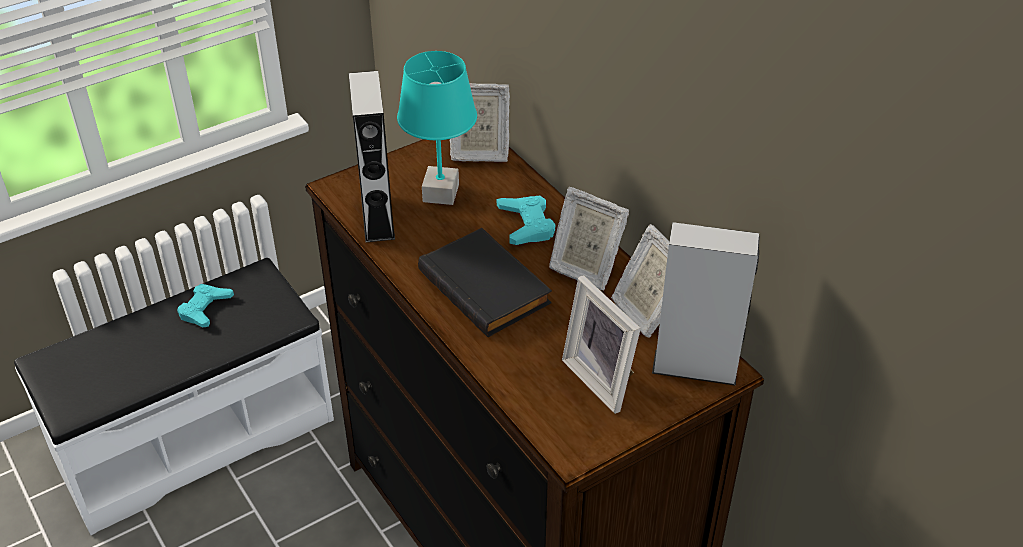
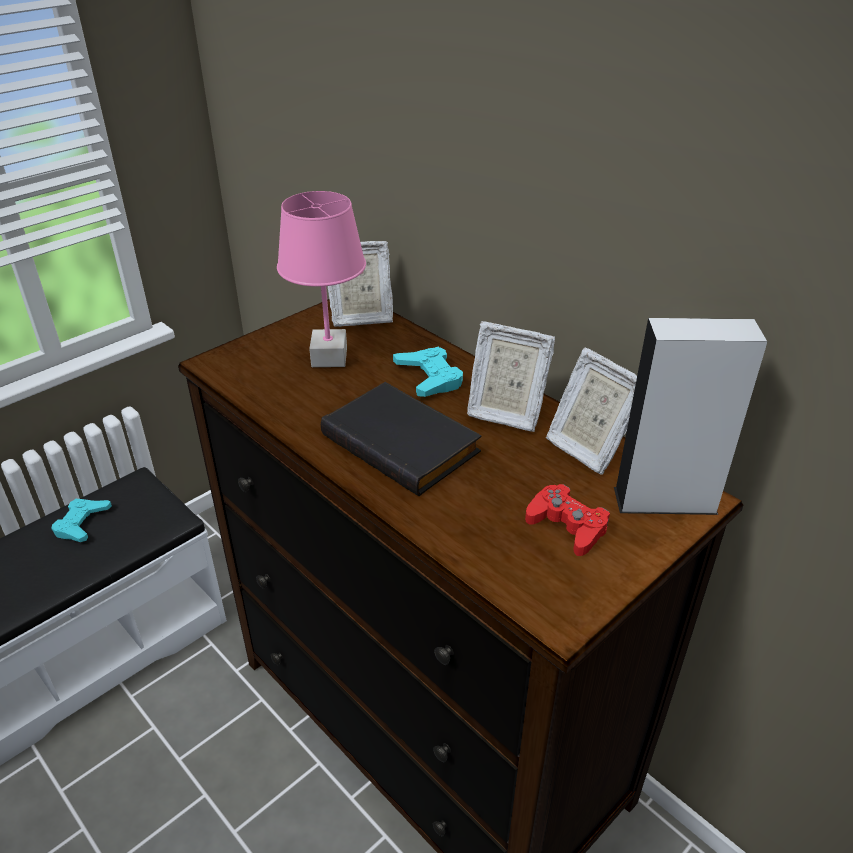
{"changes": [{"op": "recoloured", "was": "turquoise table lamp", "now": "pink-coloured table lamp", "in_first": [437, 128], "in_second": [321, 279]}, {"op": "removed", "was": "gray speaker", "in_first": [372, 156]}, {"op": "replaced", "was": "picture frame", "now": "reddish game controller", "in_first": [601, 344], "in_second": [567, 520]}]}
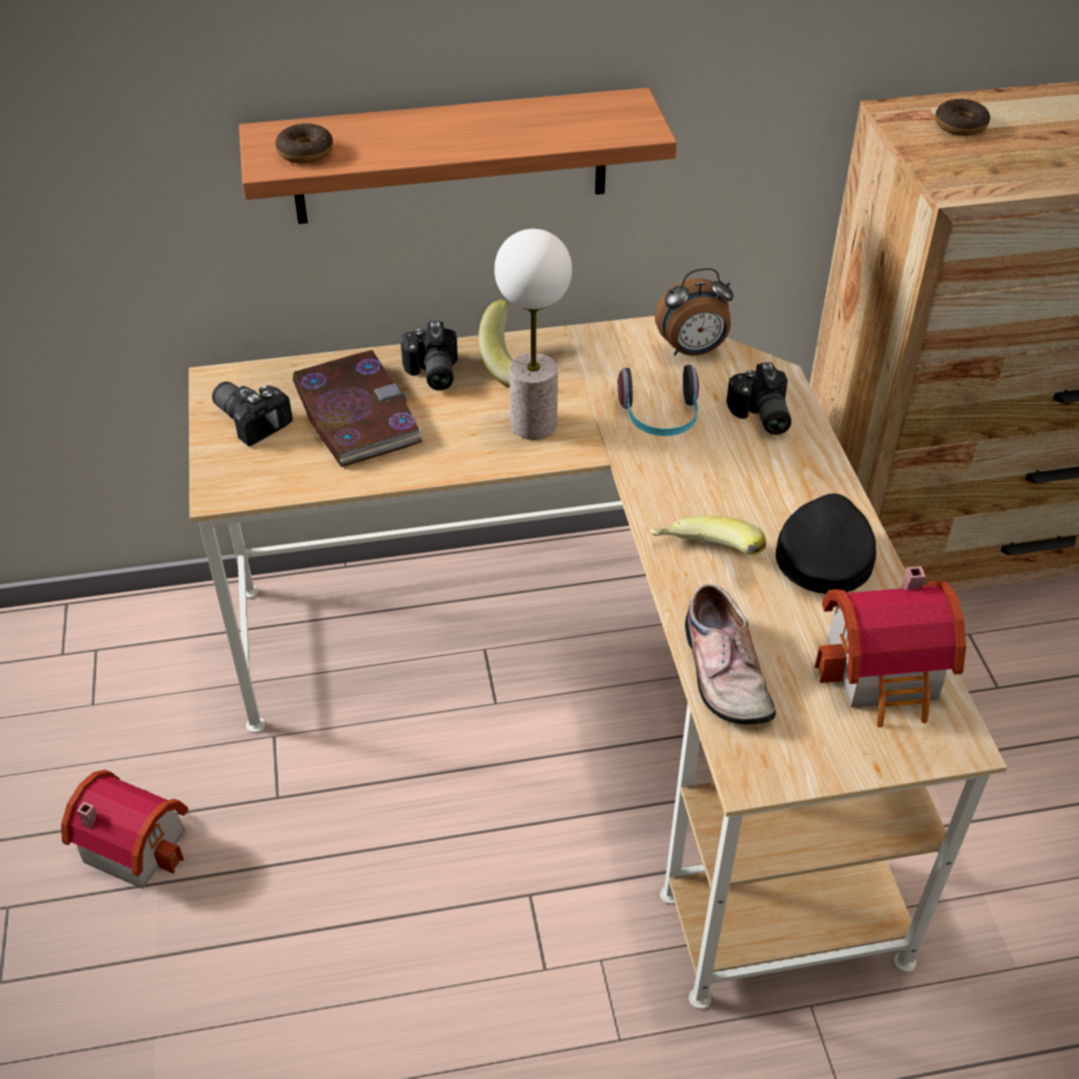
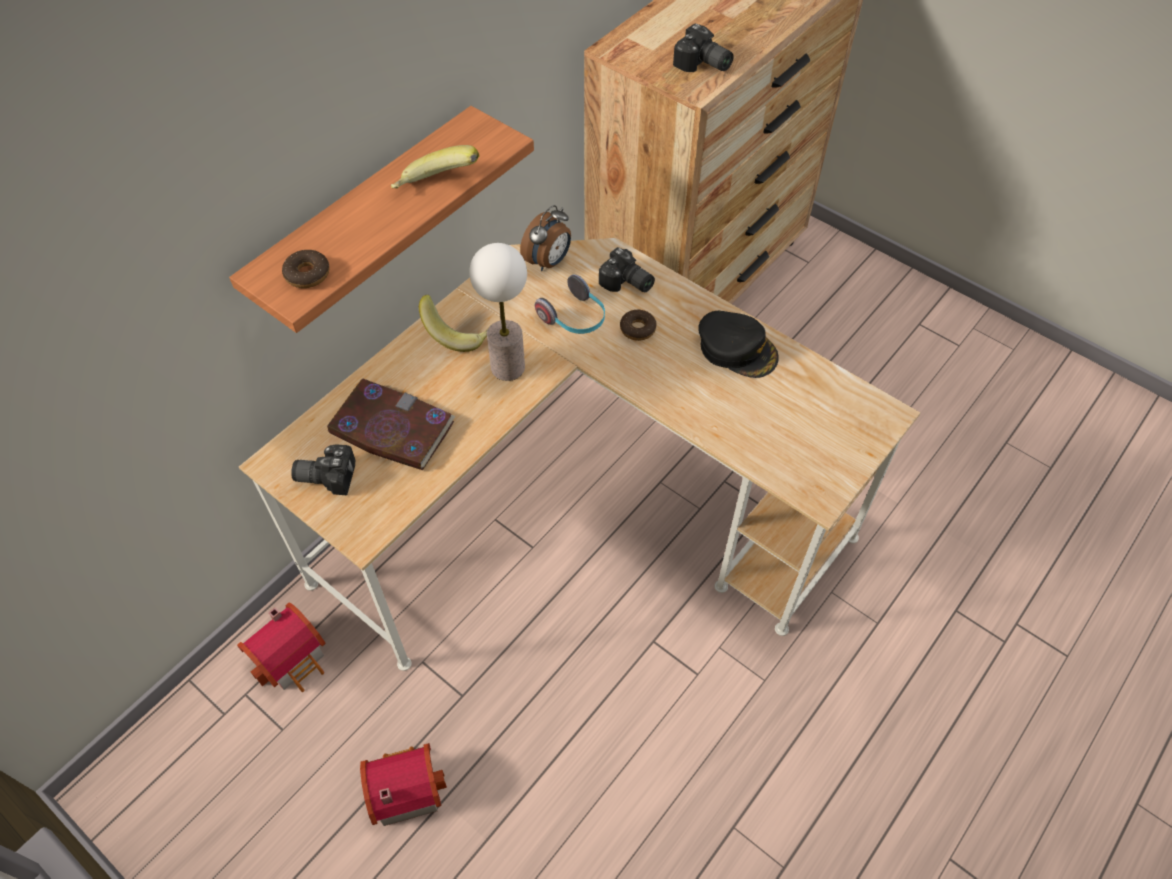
{"changes": [{"op": "moved", "was": "ring doughnut", "in_first": [962, 117], "in_second": [638, 325]}, {"op": "moved", "was": "photo camera", "in_first": [429, 356], "in_second": [703, 47]}, {"op": "turned", "was": "black baseball cap", "in_first": [826, 543], "in_second": [738, 344], "clockwise": 150}, {"op": "moved", "was": "banana", "in_first": [708, 535], "in_second": [435, 167]}, {"op": "moved", "was": "toy house", "in_first": [890, 647], "in_second": [281, 647]}, {"op": "removed", "was": "low shoe", "in_first": [730, 654]}]}
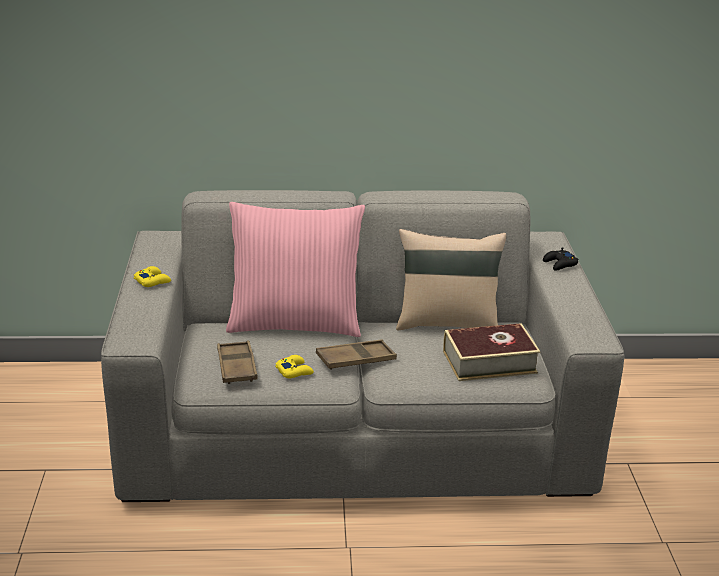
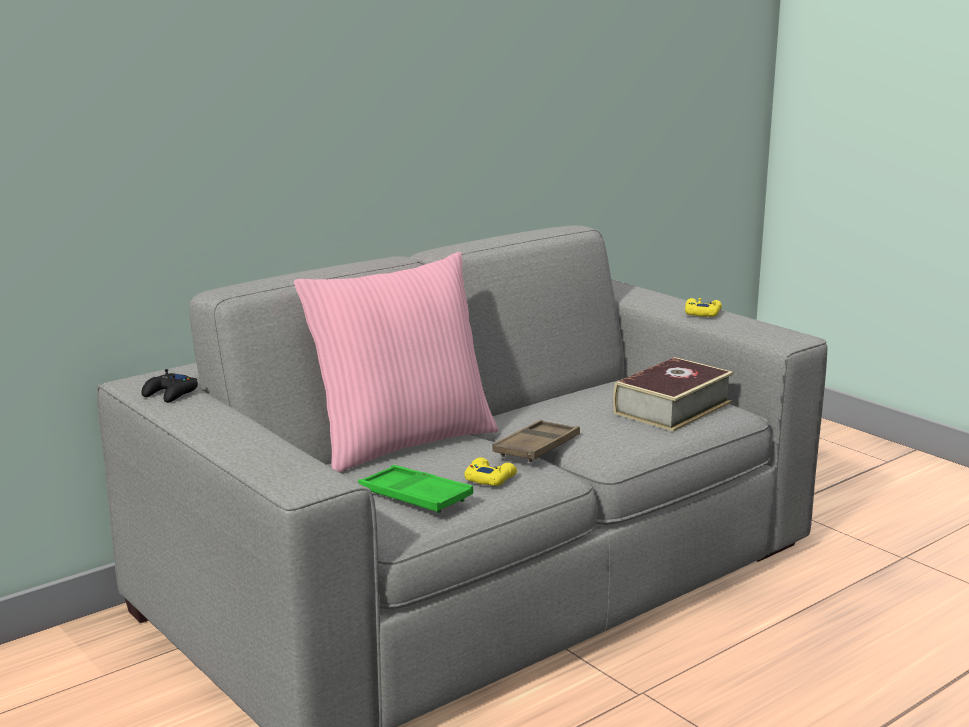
{"changes": [{"op": "removed", "was": "beige cushion", "in_first": [451, 279]}, {"op": "moved", "was": "black game controller", "in_first": [561, 259], "in_second": [169, 386]}, {"op": "moved", "was": "yellow-coloured game controller", "in_first": [152, 276], "in_second": [703, 307]}, {"op": "recoloured", "was": "brown-coloured tray", "now": "green-coloured tray", "in_first": [237, 362], "in_second": [415, 489]}]}
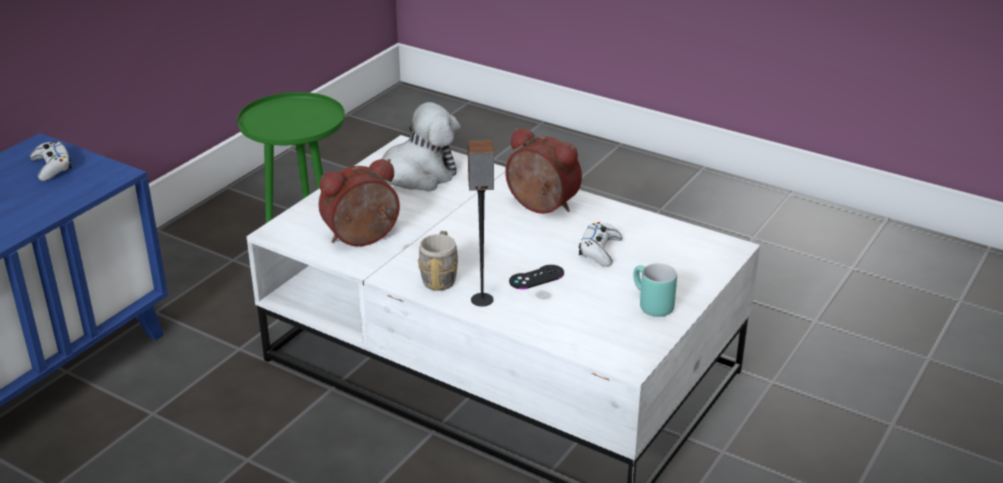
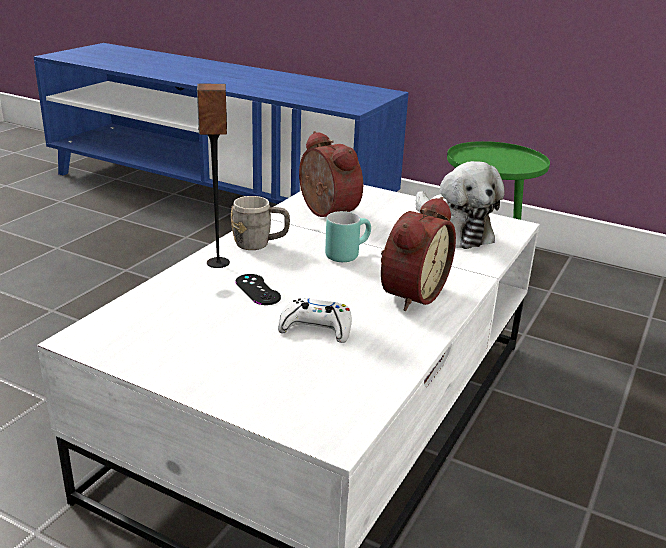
{"changes": [{"op": "removed", "was": "white game controller", "in_first": [51, 161]}, {"op": "moved", "was": "turquoise coffee mug", "in_first": [655, 290], "in_second": [348, 236]}]}
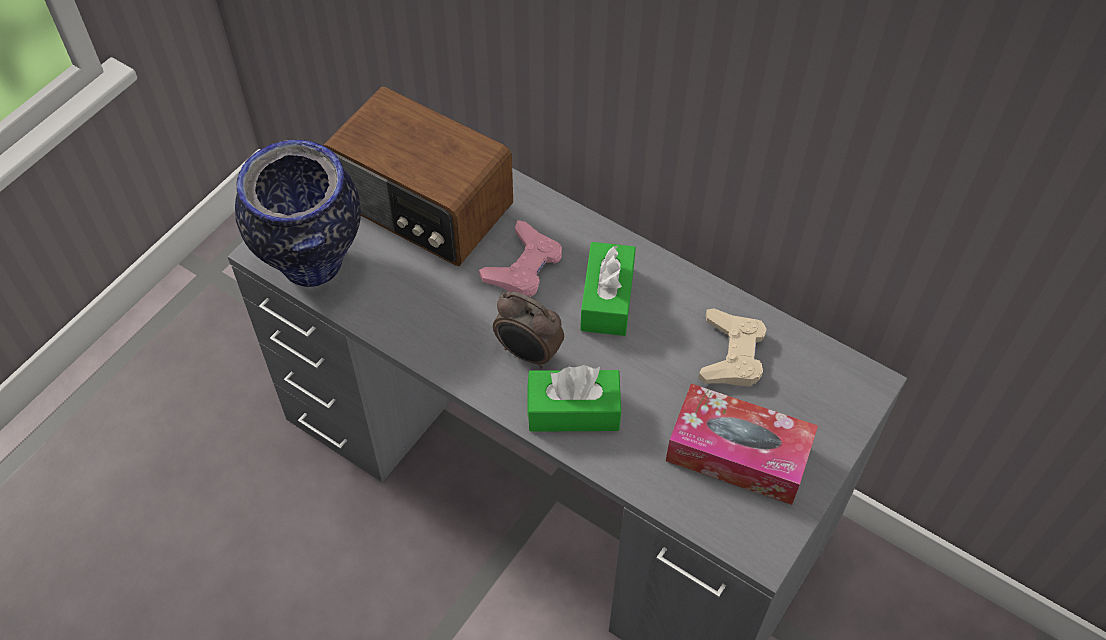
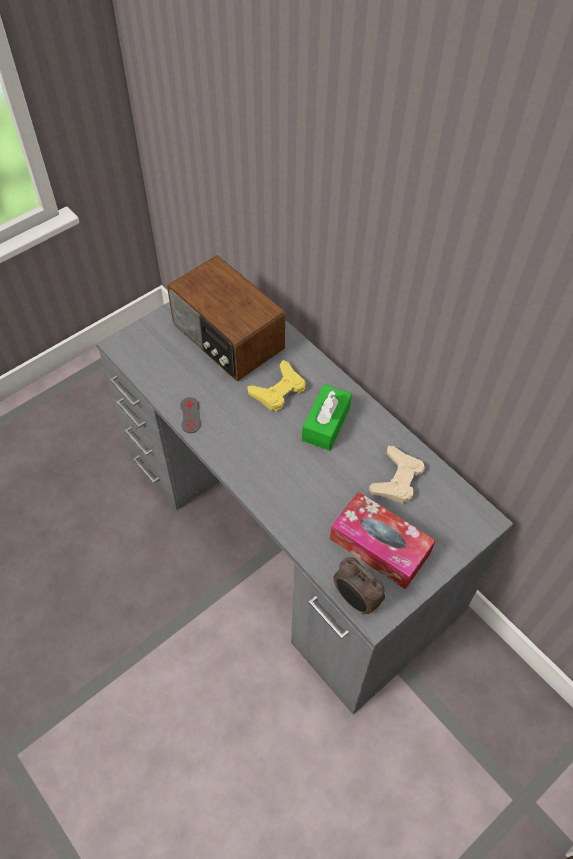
{"changes": [{"op": "removed", "was": "vase", "in_first": [298, 213]}, {"op": "recoloured", "was": "pink-coloured game controller", "now": "yellow-coloured game controller", "in_first": [520, 258], "in_second": [276, 385]}, {"op": "moved", "was": "bedside clock", "in_first": [528, 330], "in_second": [359, 586]}, {"op": "removed", "was": "green-coloured tissue holder", "in_first": [574, 398]}, {"op": "added", "now": "gray game controller", "in_second": [190, 415]}]}
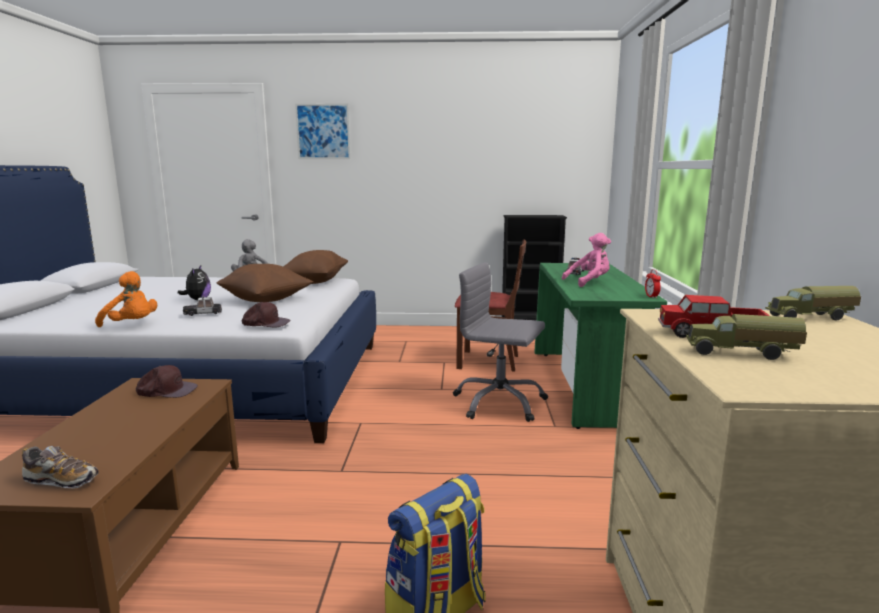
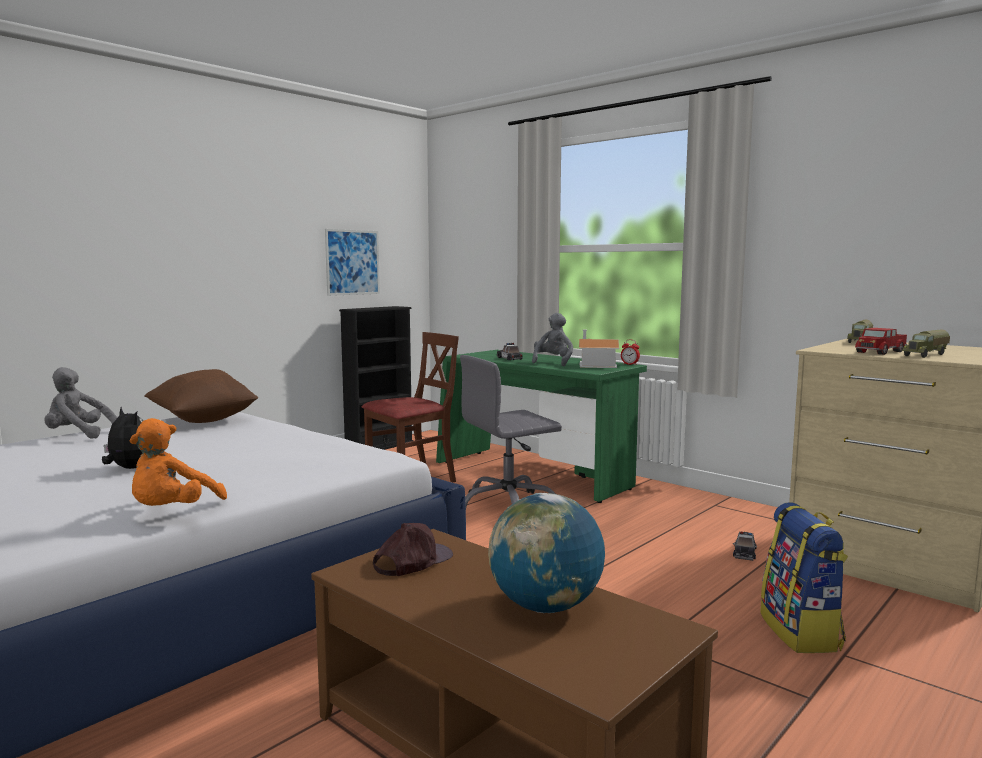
{"changes": [{"op": "moved", "was": "picture", "in_first": [323, 131], "in_second": [352, 262]}, {"op": "recoloured", "was": "pink-coloured plush toy", "now": "gray plush toy", "in_first": [586, 260], "in_second": [552, 339]}, {"op": "removed", "was": "brown-coloured cushion", "in_first": [265, 283]}, {"op": "turned", "was": "orangey plush toy", "in_first": [126, 299], "in_second": [178, 462], "clockwise": 135}, {"op": "moved", "was": "model car", "in_first": [202, 305], "in_second": [745, 546]}, {"op": "removed", "was": "brown-coloured baseball cap", "in_first": [266, 315]}, {"op": "removed", "was": "low shoe", "in_first": [60, 467]}, {"op": "added", "now": "toy house", "in_second": [599, 349]}, {"op": "added", "now": "globe", "in_second": [546, 553]}]}
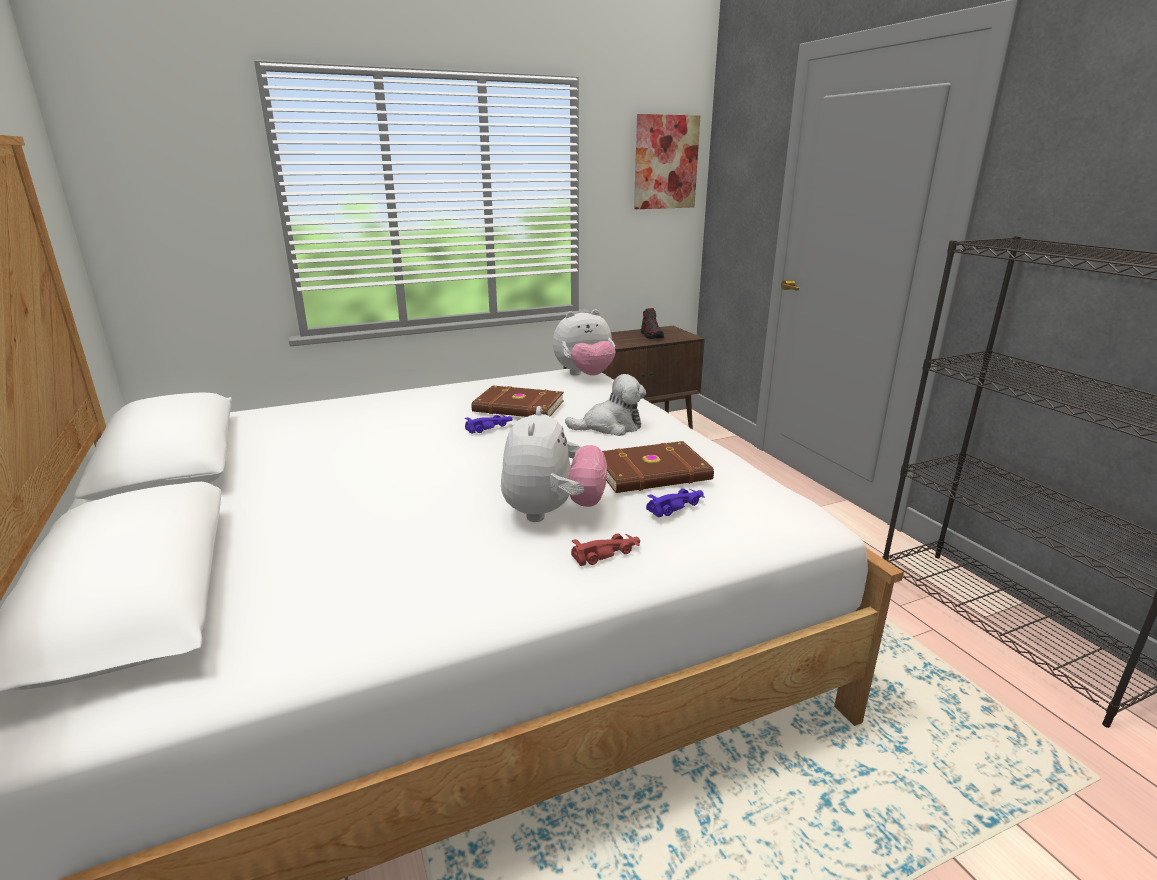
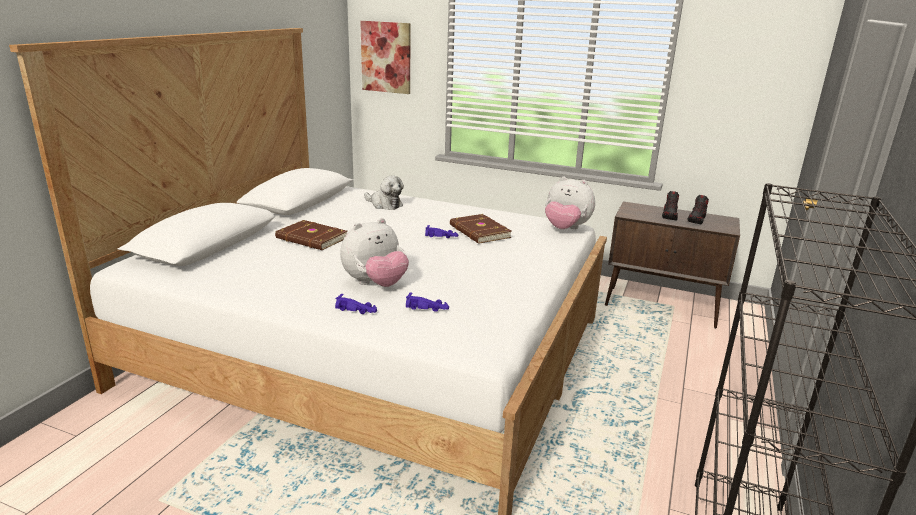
{"changes": [{"op": "moved", "was": "picture", "in_first": [667, 161], "in_second": [385, 57]}, {"op": "moved", "was": "plush toy", "in_first": [605, 405], "in_second": [384, 192]}, {"op": "moved", "was": "brown-coloured volume", "in_first": [658, 467], "in_second": [311, 235]}, {"op": "recoloured", "was": "reddish model car", "now": "purple model car", "in_first": [605, 549], "in_second": [356, 304]}, {"op": "added", "now": "low shoe", "in_second": [670, 206]}]}
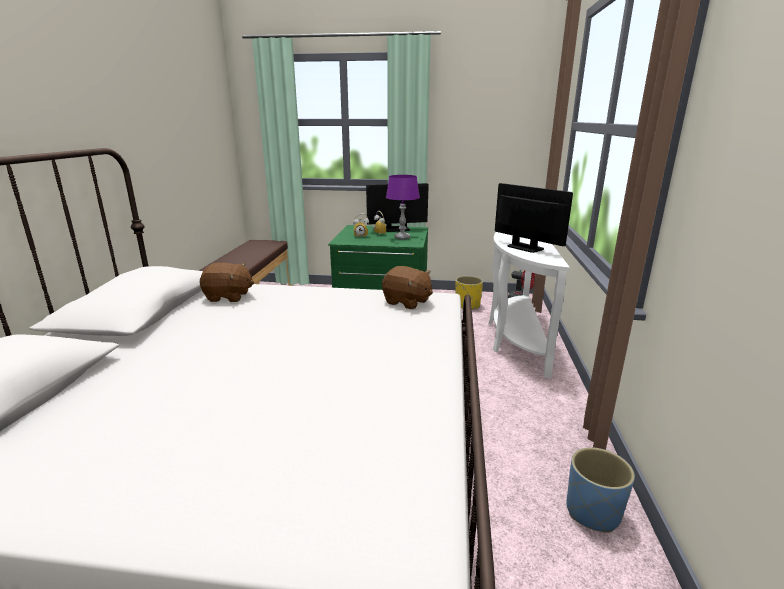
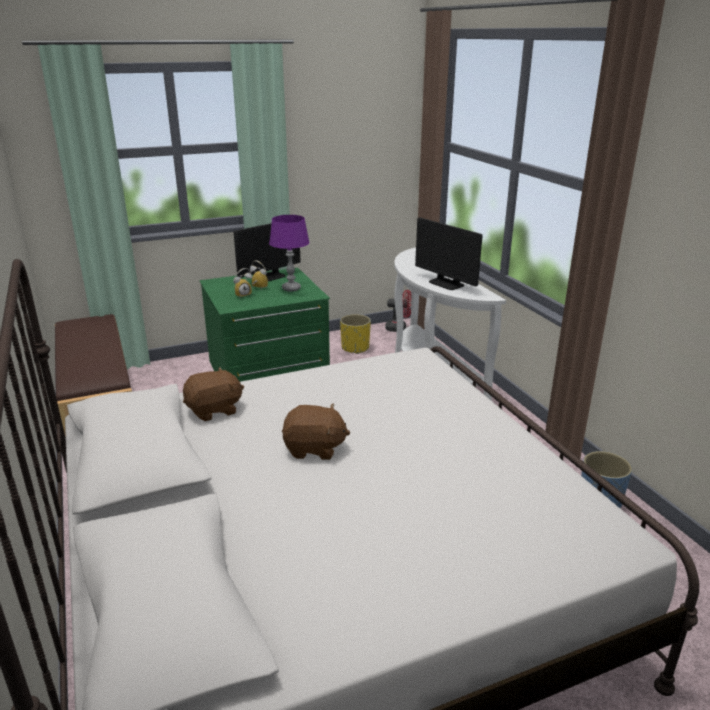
{"changes": [{"op": "turned", "was": "monitor", "in_first": [534, 218], "in_second": [449, 253], "clockwise": -150}, {"op": "moved", "was": "brown-coloured plush toy", "in_first": [407, 287], "in_second": [316, 431]}]}
